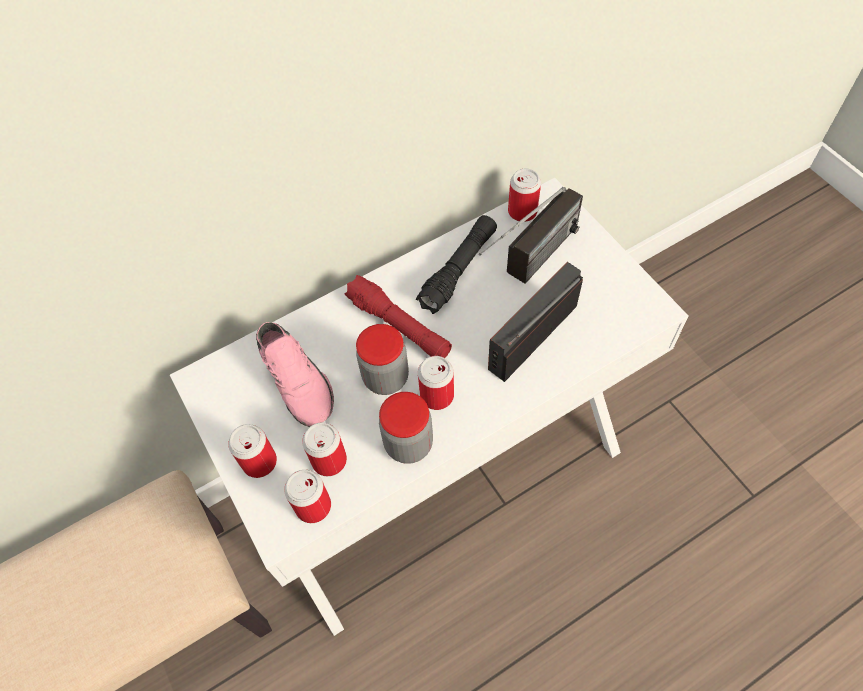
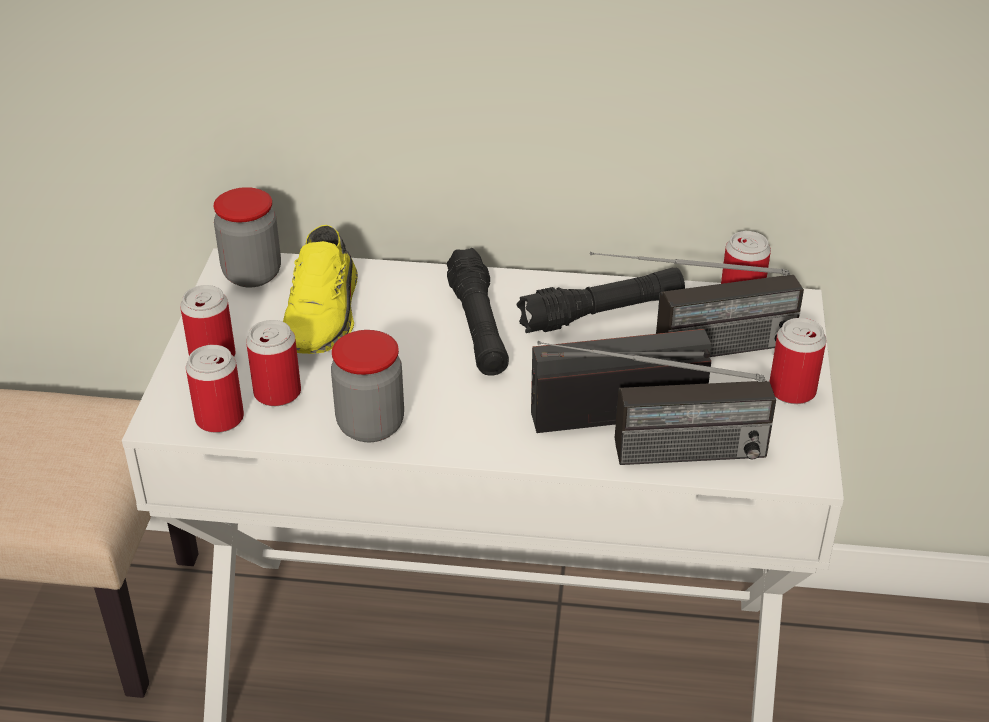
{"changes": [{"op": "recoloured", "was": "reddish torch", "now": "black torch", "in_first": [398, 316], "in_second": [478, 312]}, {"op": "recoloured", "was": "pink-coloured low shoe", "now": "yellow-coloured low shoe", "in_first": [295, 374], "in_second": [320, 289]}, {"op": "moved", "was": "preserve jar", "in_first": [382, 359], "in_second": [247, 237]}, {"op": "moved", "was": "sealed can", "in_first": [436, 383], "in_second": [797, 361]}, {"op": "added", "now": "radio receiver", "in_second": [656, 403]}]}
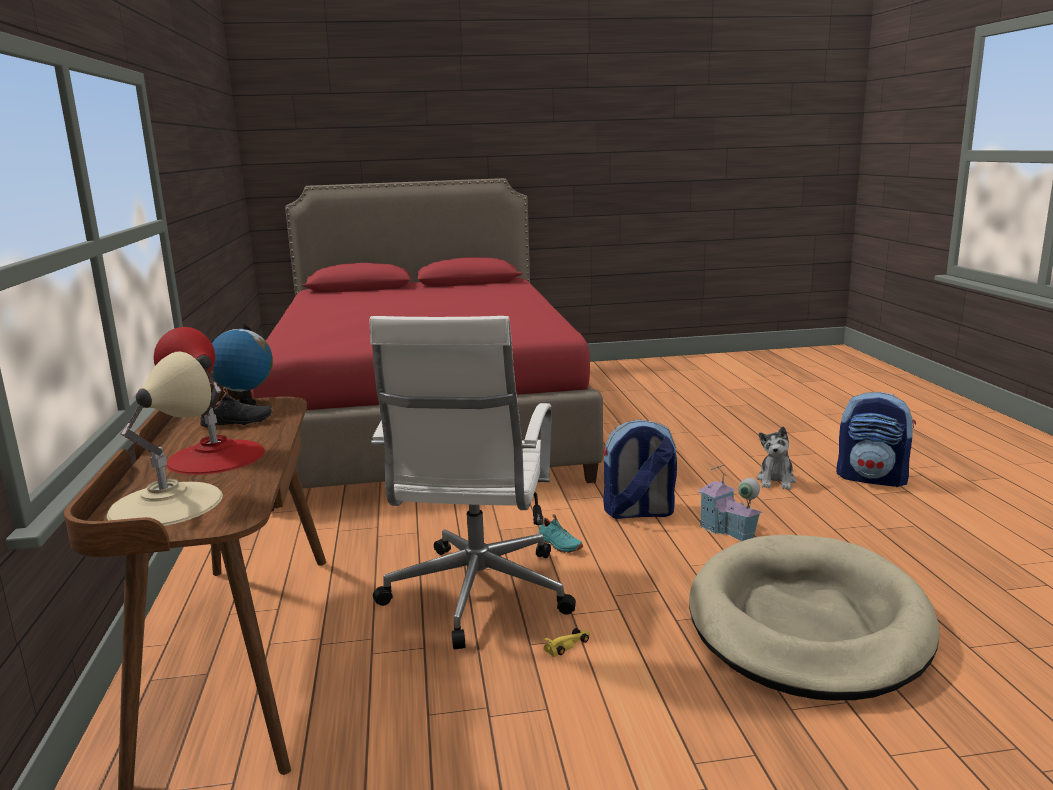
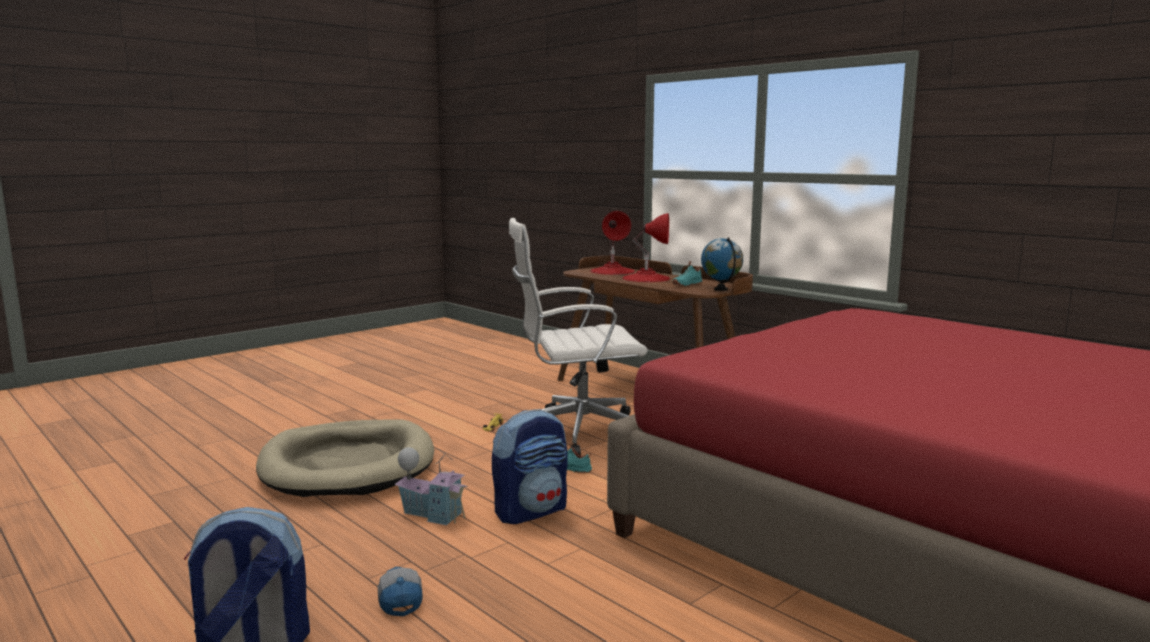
{"changes": [{"op": "turned", "was": "white computer chair", "in_first": [472, 482], "in_second": [578, 336], "clockwise": -75}, {"op": "recoloured", "was": "beige table lamp", "now": "reddish table lamp", "in_first": [165, 439], "in_second": [612, 243]}, {"op": "recoloured", "was": "black low shoe", "now": "turquoise low shoe", "in_first": [237, 407], "in_second": [687, 274]}, {"op": "replaced", "was": "plush toy", "now": "baseball cap", "in_first": [776, 458], "in_second": [400, 591]}]}
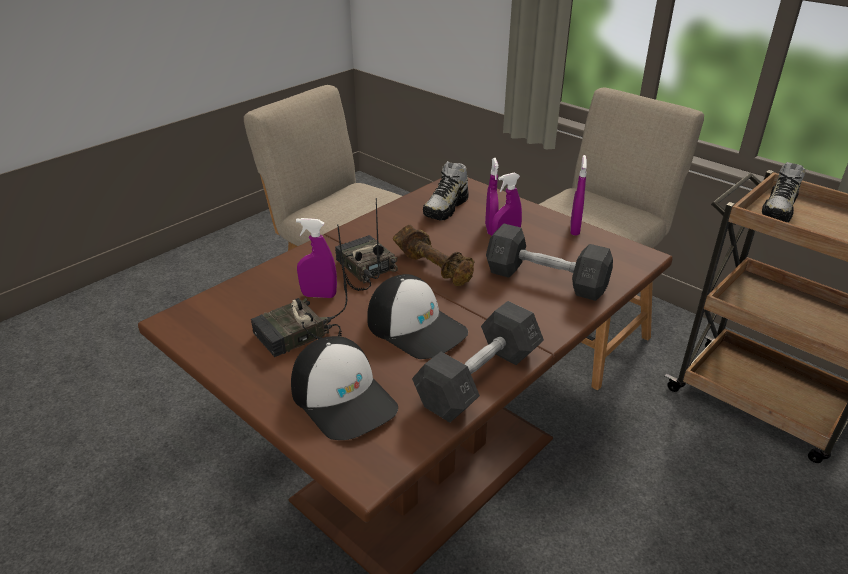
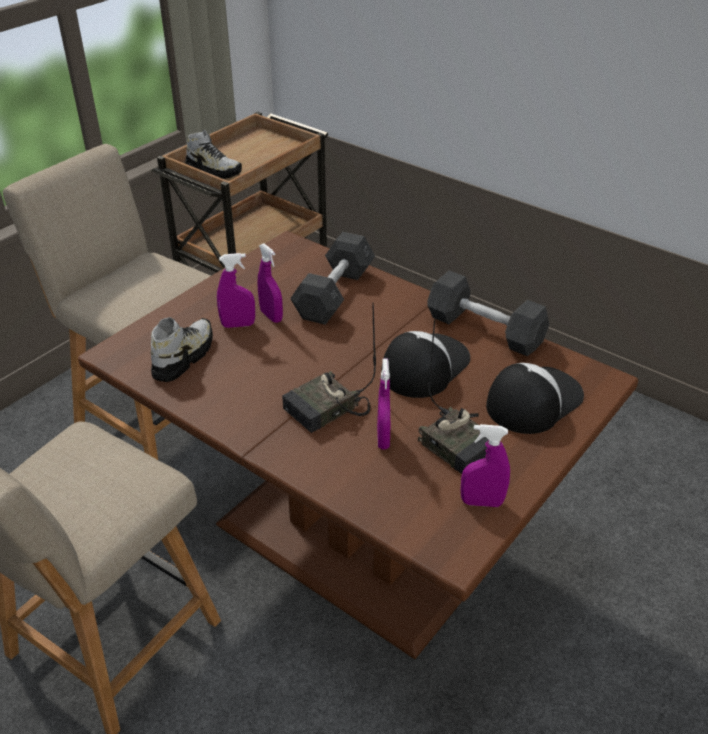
{"changes": [{"op": "moved", "was": "purple sprayer", "in_first": [578, 195], "in_second": [485, 465]}, {"op": "turned", "was": "low shoe", "in_first": [446, 190], "in_second": [181, 349], "clockwise": -90}, {"op": "removed", "was": "brown-coloured free weight", "in_first": [433, 255]}]}
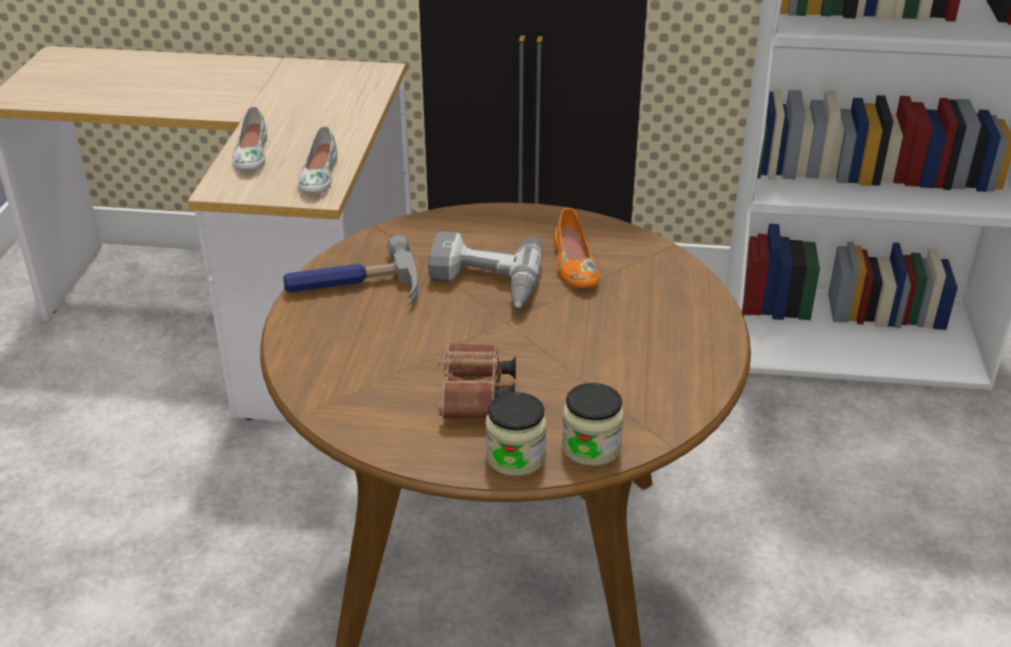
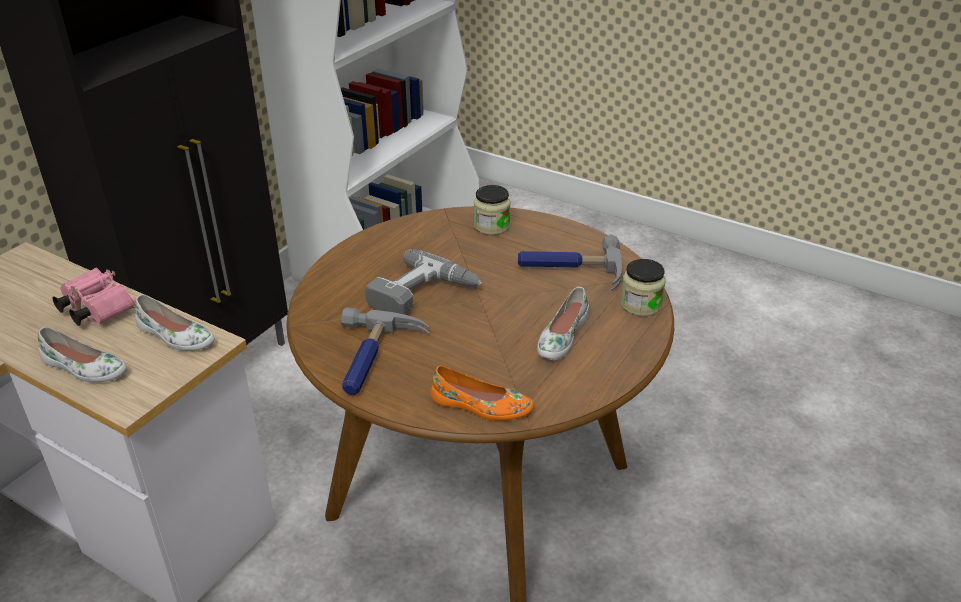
{"changes": [{"op": "moved", "was": "orangey low shoe", "in_first": [576, 248], "in_second": [482, 393]}, {"op": "replaced", "was": "brown-coloured binoculars", "now": "white low shoe", "in_first": [477, 380], "in_second": [563, 323]}, {"op": "moved", "was": "preserve jar", "in_first": [516, 434], "in_second": [492, 210]}, {"op": "added", "now": "tool hammer", "in_second": [570, 262]}, {"op": "added", "now": "pink-coloured binoculars", "in_second": [93, 297]}]}
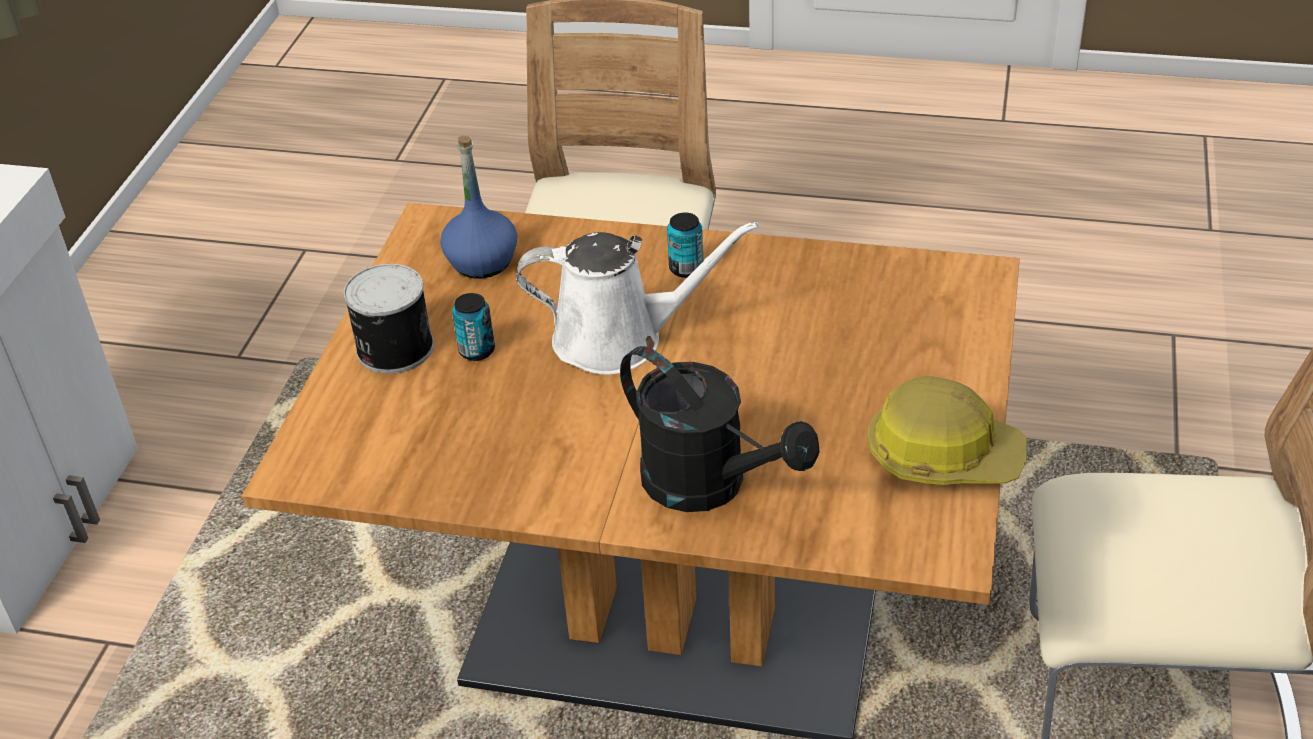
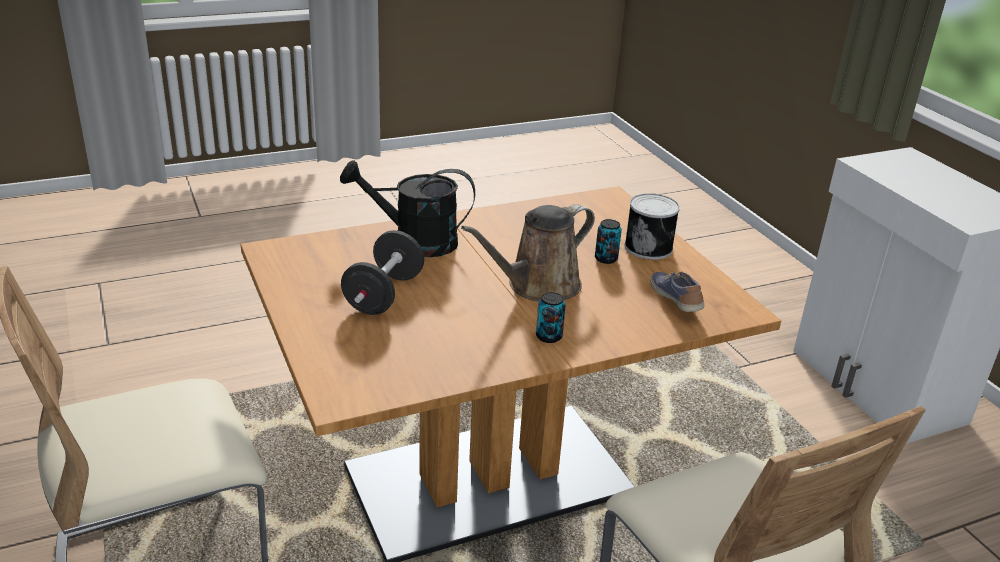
{"changes": [{"op": "replaced", "was": "bluish beverage bottle", "now": "low shoe", "in_first": [478, 207], "in_second": [677, 291]}, {"op": "recoloured", "was": "white sprinkling can", "now": "brown-coloured sprinkling can", "in_first": [637, 298], "in_second": [528, 252]}, {"op": "removed", "was": "work helmet", "in_first": [947, 430]}, {"op": "added", "now": "black free weight", "in_second": [382, 272]}]}
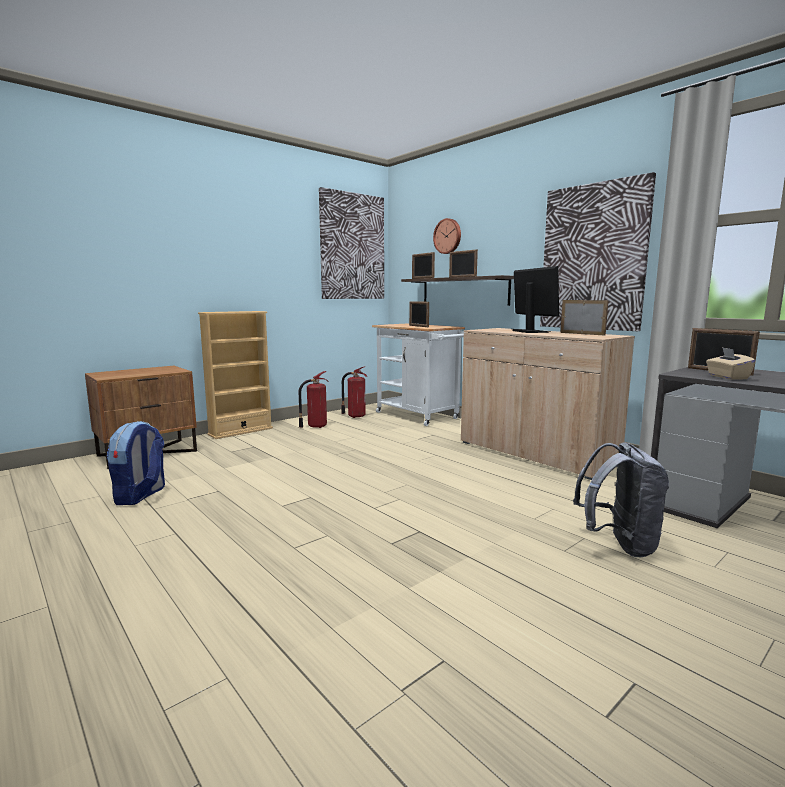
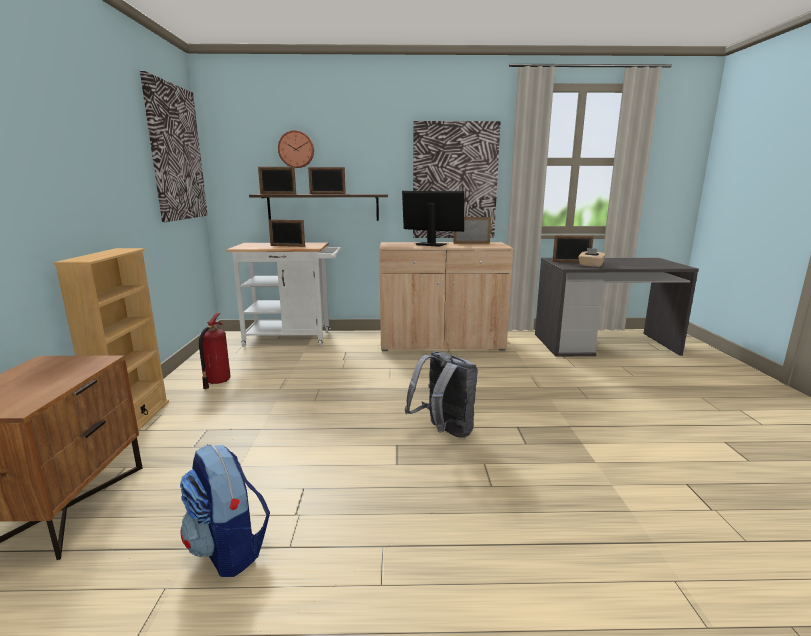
{"changes": [{"op": "removed", "was": "extinguisher", "in_first": [354, 392]}, {"op": "moved", "was": "gray backpack", "in_first": [621, 499], "in_second": [441, 394]}]}
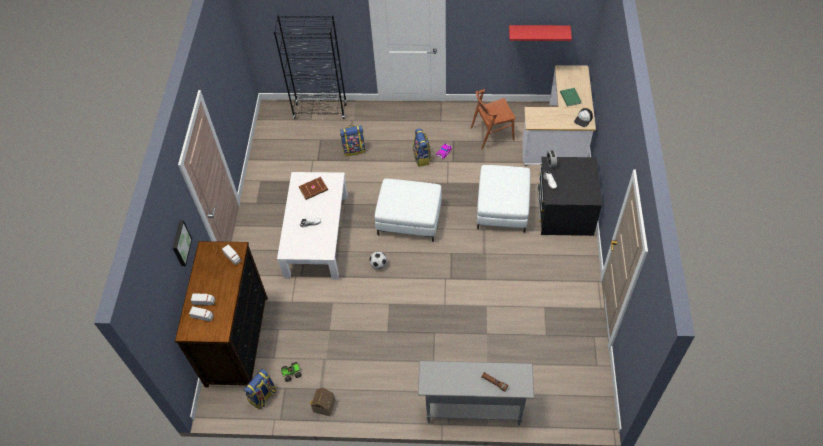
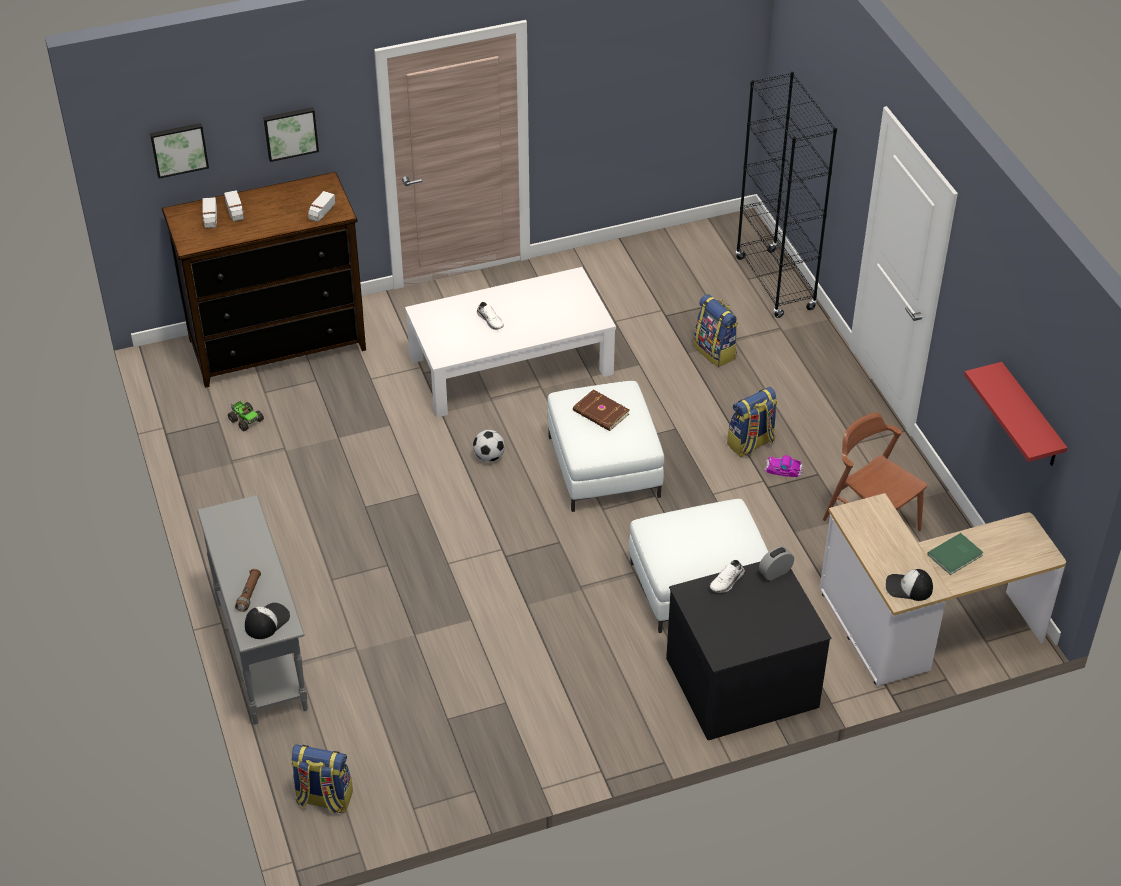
{"changes": [{"op": "moved", "was": "brown-coloured volume", "in_first": [313, 188], "in_second": [601, 410]}, {"op": "moved", "was": "backpack", "in_first": [260, 389], "in_second": [322, 779]}, {"op": "removed", "was": "toy house", "in_first": [322, 402]}, {"op": "added", "now": "picture", "in_second": [179, 151]}, {"op": "added", "now": "baseball cap", "in_second": [267, 621]}]}
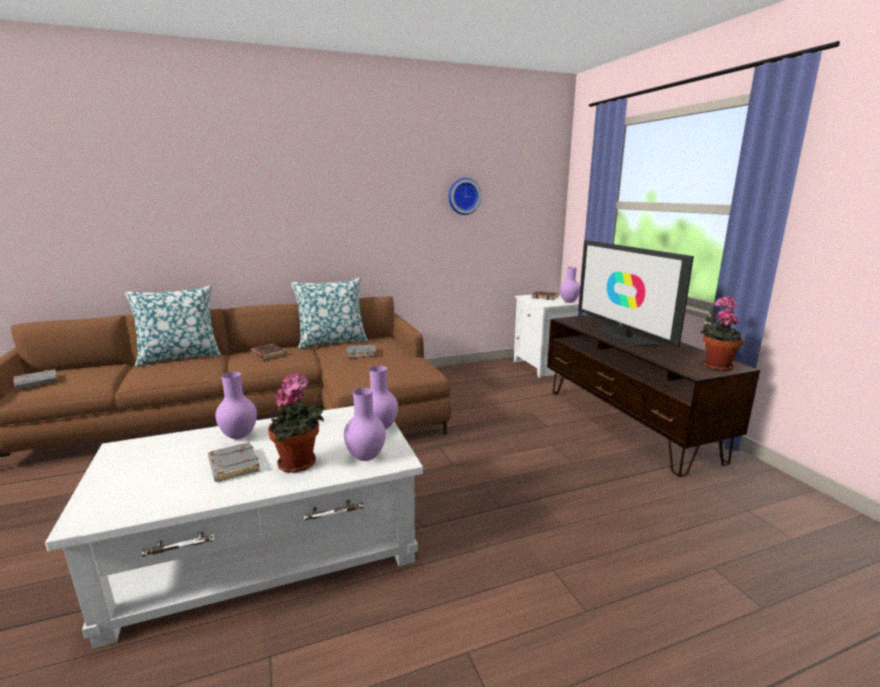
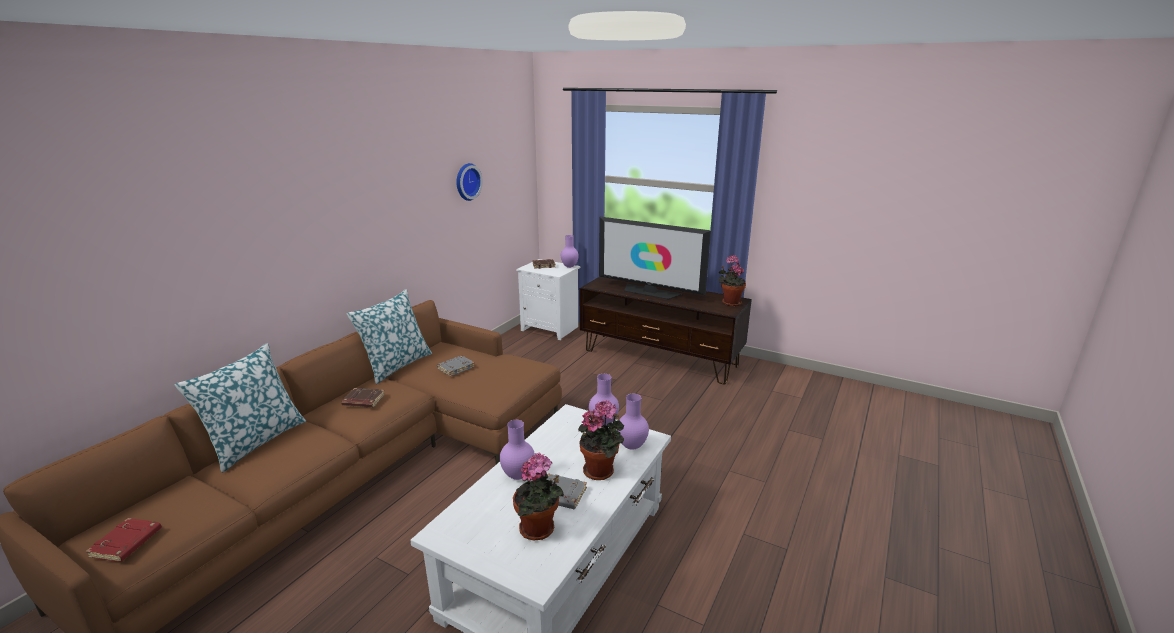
{"changes": [{"op": "recoloured", "was": "gray volume", "now": "reddish volume", "in_first": [35, 379], "in_second": [124, 540]}, {"op": "added", "now": "plant in a pot", "in_second": [538, 496]}]}
